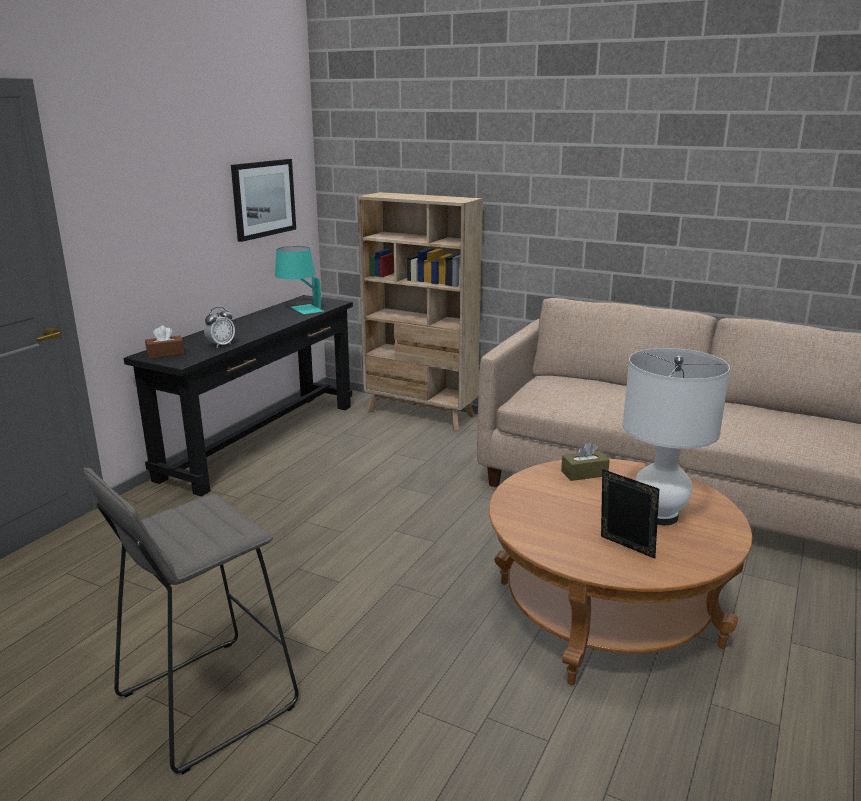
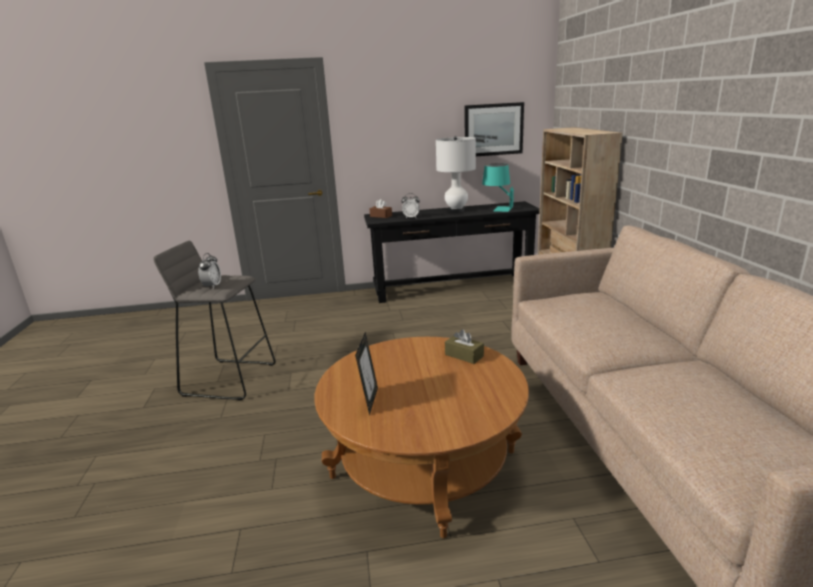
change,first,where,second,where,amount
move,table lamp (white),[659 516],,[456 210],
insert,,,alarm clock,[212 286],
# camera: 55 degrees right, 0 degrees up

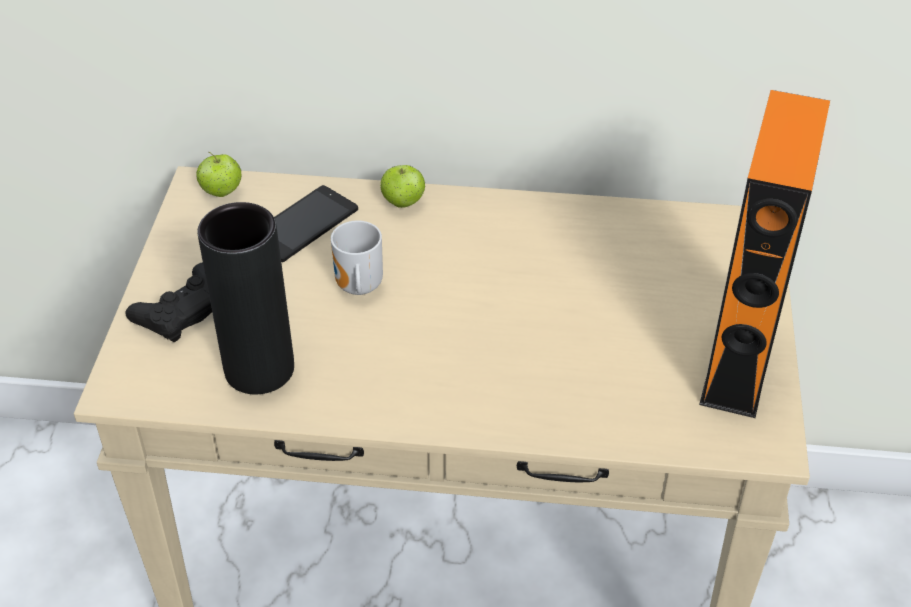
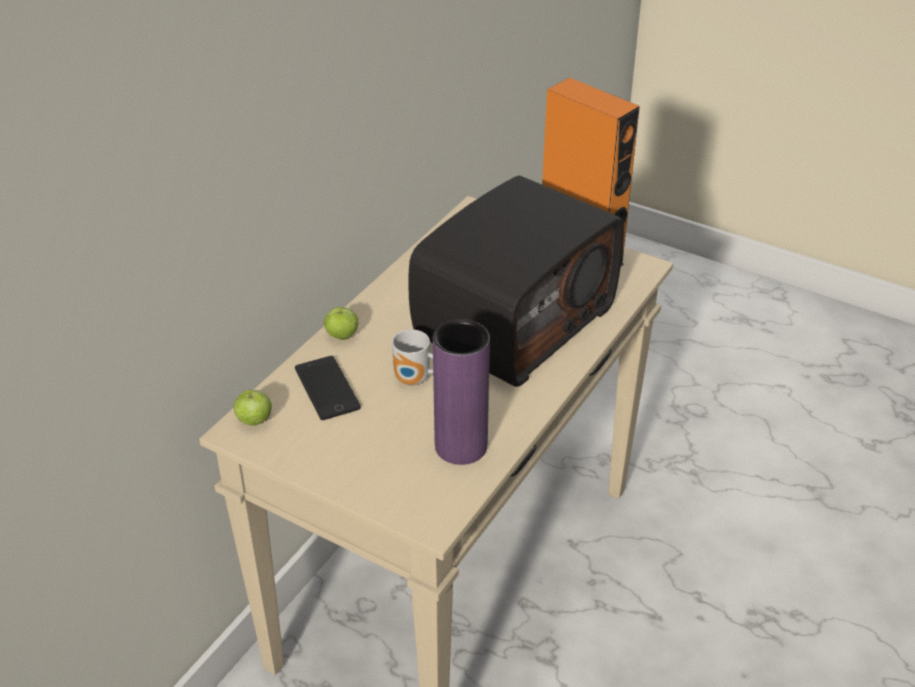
change,first,where,second,where,amount
delete,game controller (black),[185 309],,,
recolor,vase (black),[259 369],vase (purple),[461 446],
insert,,,radio,[513 320],
# camera: 65 degrees left, 5 degrees down

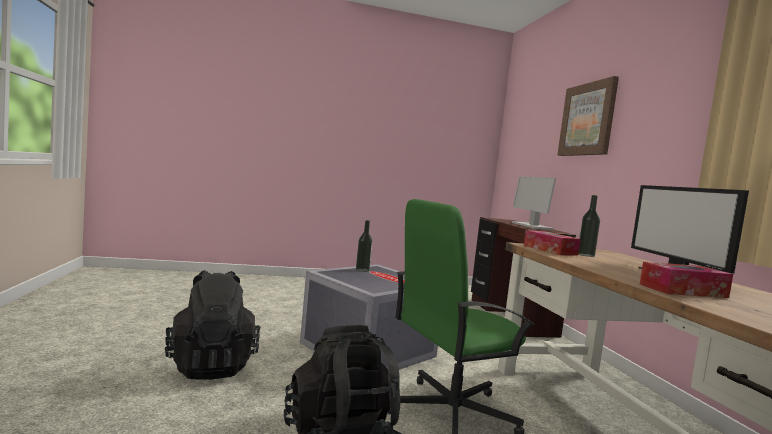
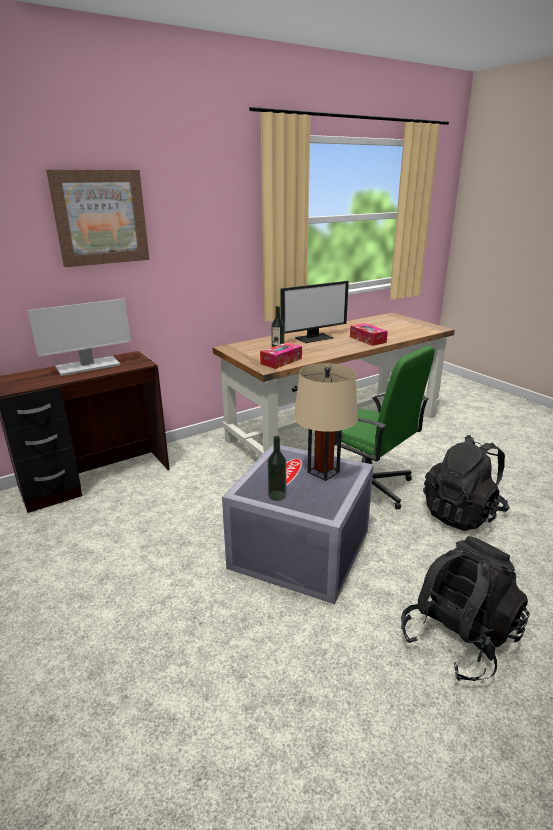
change,first,where,second,where,amount
insert,,,table lamp (beige),[323 472],
# camera: 110 degrees left, 20 degrees up

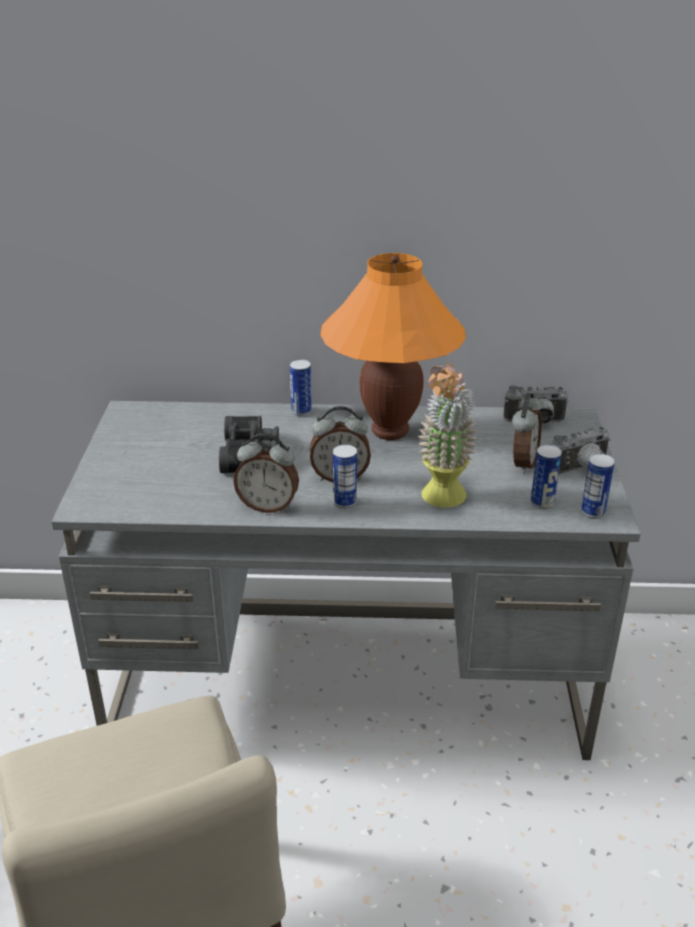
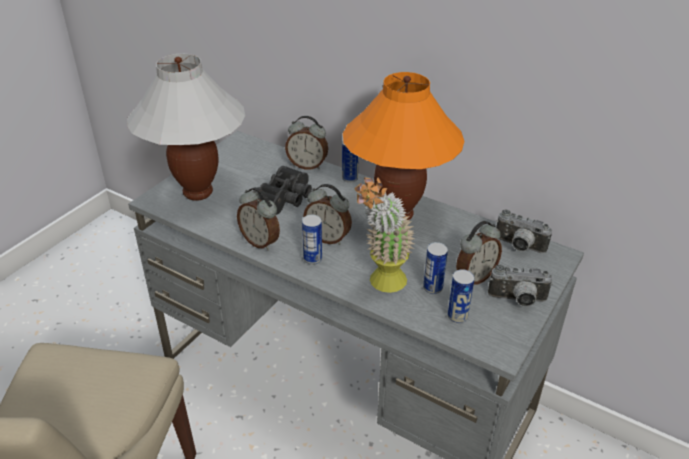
change,first,where,second,where,amount
move,can,[592 512],,[433 288],
insert,,,table lamp (white),[197 192],
insert,,,alarm clock,[307 165],
# camera: 30 degrees right, 5 degrees up

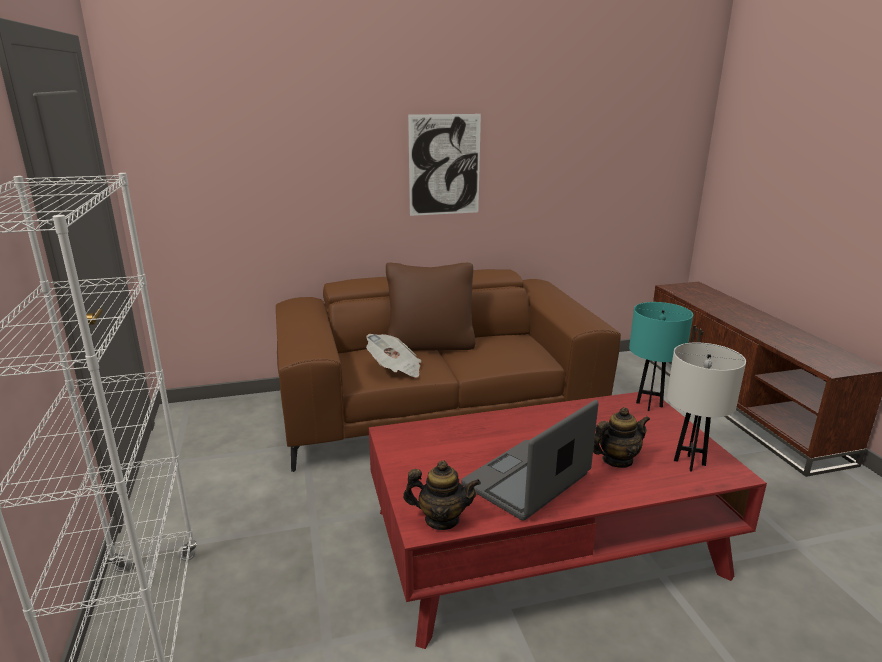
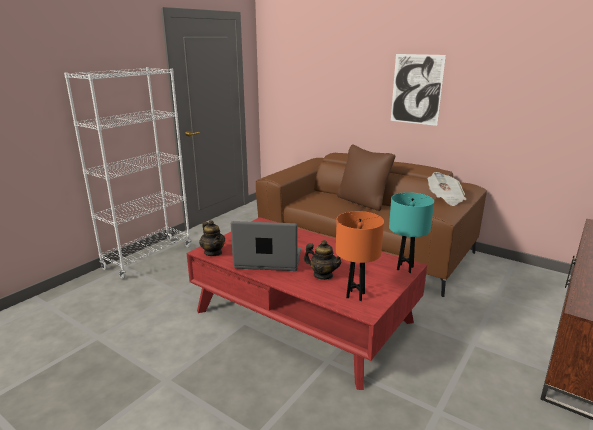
change,first,where,second,where,amount
move,newspaper,[395 369],,[445 199],
recolor,table lamp (white),[689 462],table lamp (orange),[355 295],
# camera: 50 degrees right, 0 degrees up

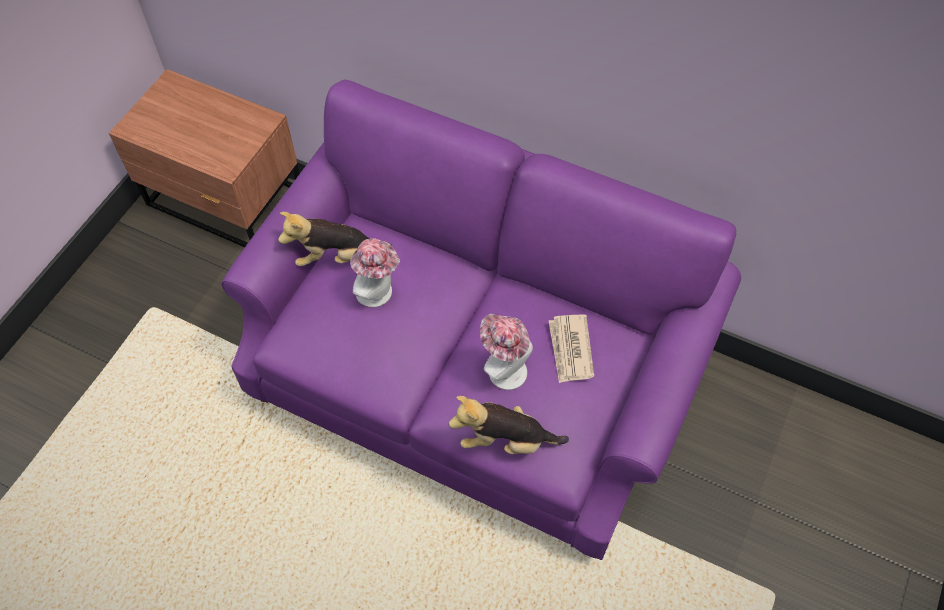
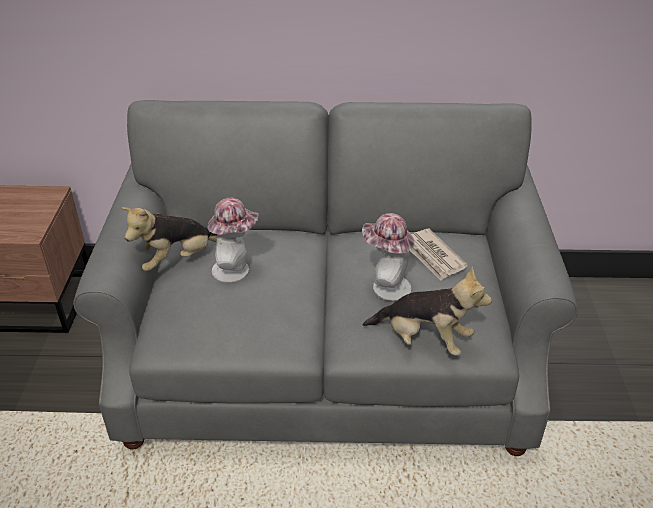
change,first,where,second,where,amount
recolor,sofa (purple),[474 375],sofa (grey),[328 357],
rotate,plush toy,[505 440],,[424 340],135 degrees counterclockwise
# camera: 25 degrees left, 20 degrees down

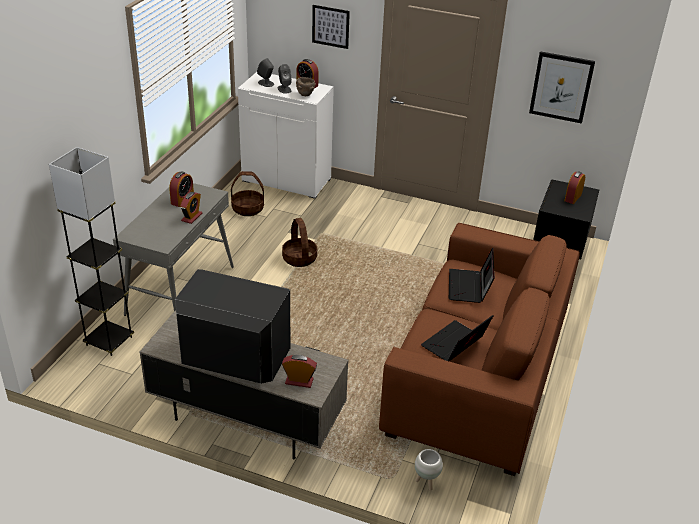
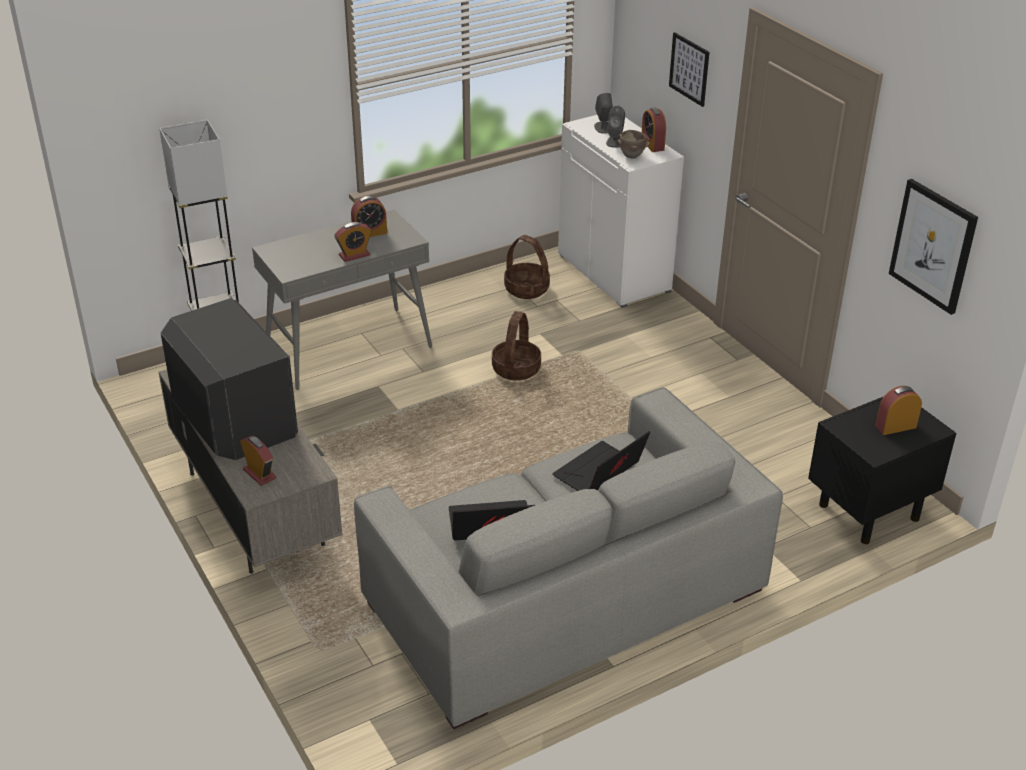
change,first,where,second,where,amount
recolor,sofa (brown),[478 372],sofa (grey),[563 596],
delete,planter (white),[426 482],,,
# camera: 40 degrees right, 0 degrees up

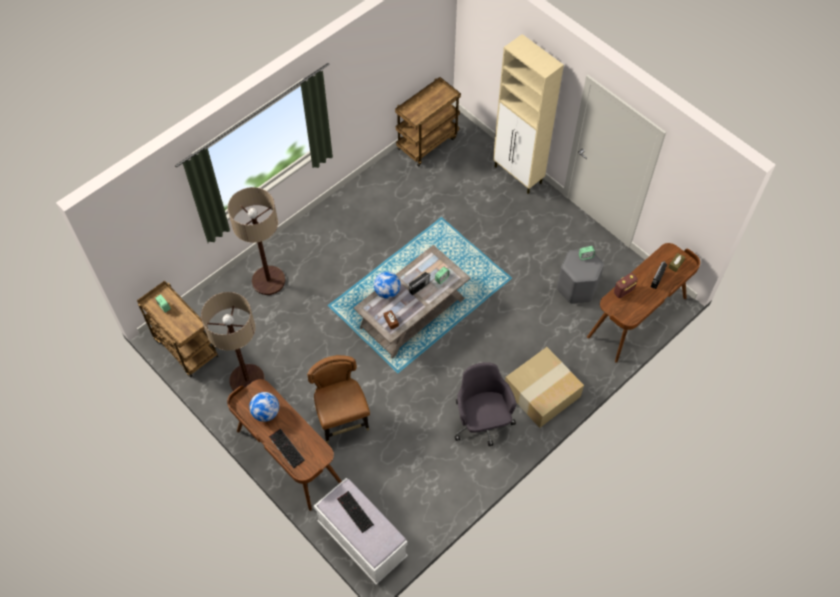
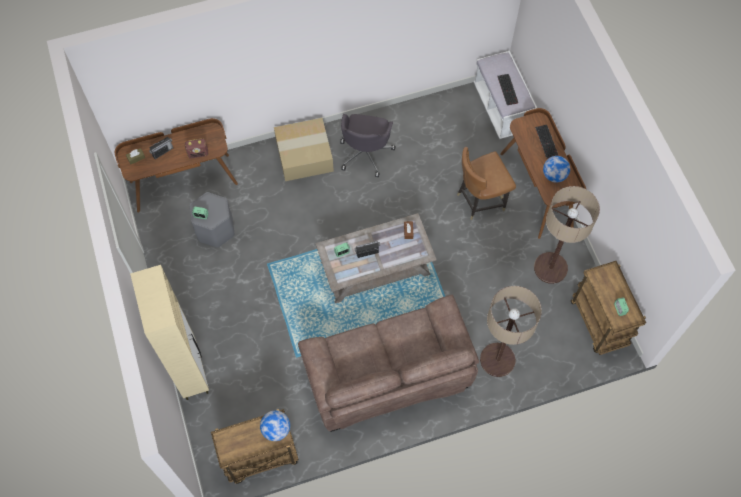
change,first,where,second,where,amount
rotate,chair (brown),[342 420],,[480 200],60 degrees clockwise
move,globe,[387 292],,[276 429],
insert,,,sofa (brown),[388 375],
# camera: 155 degrees left, 5 degrees up

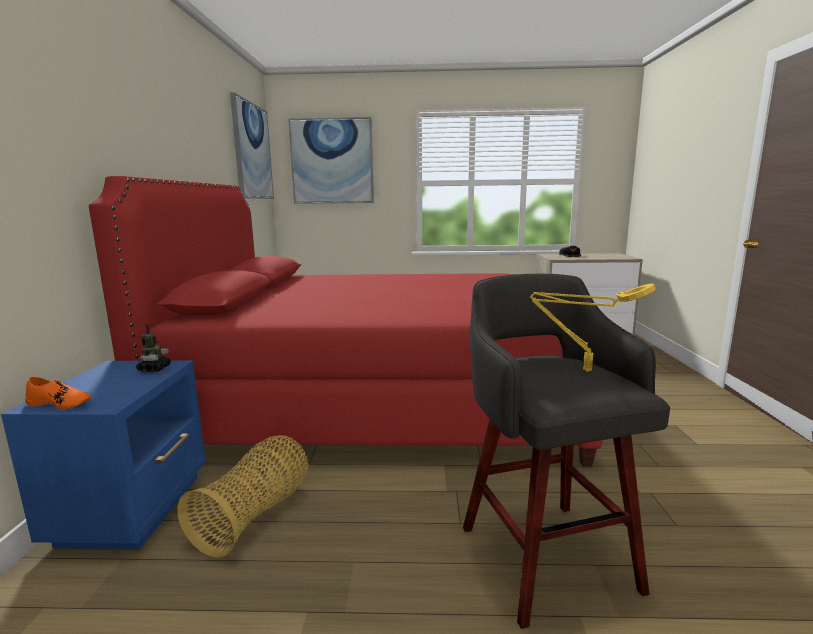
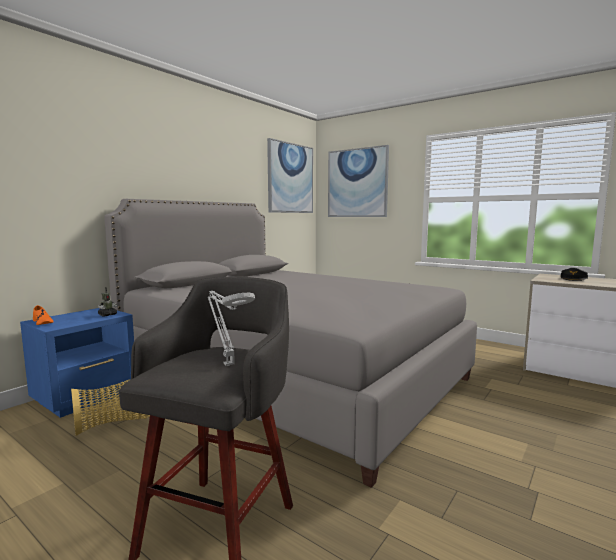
change,first,where,second,where,amount
recolor,bed (red),[377 399],bed (grey),[293 377],
recolor,table lamp (yellow),[583 369],table lamp (grey),[228 364],
# camera: 35 degrees right, 5 degrees down

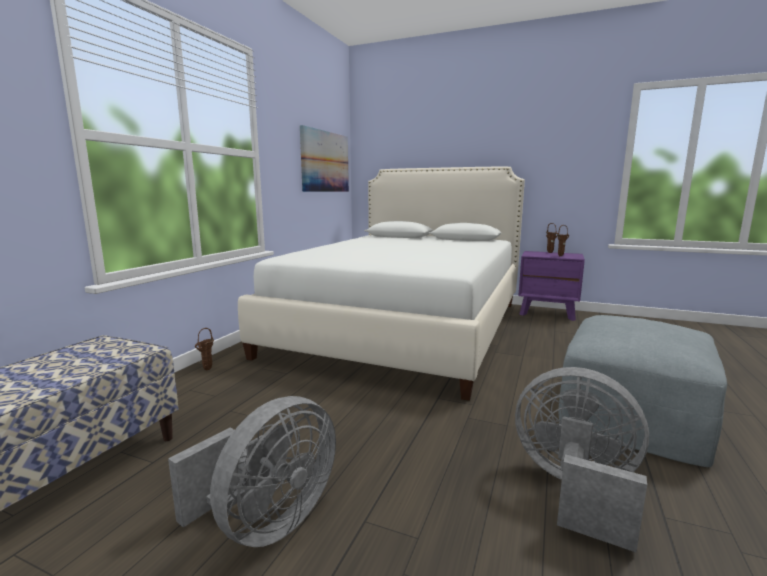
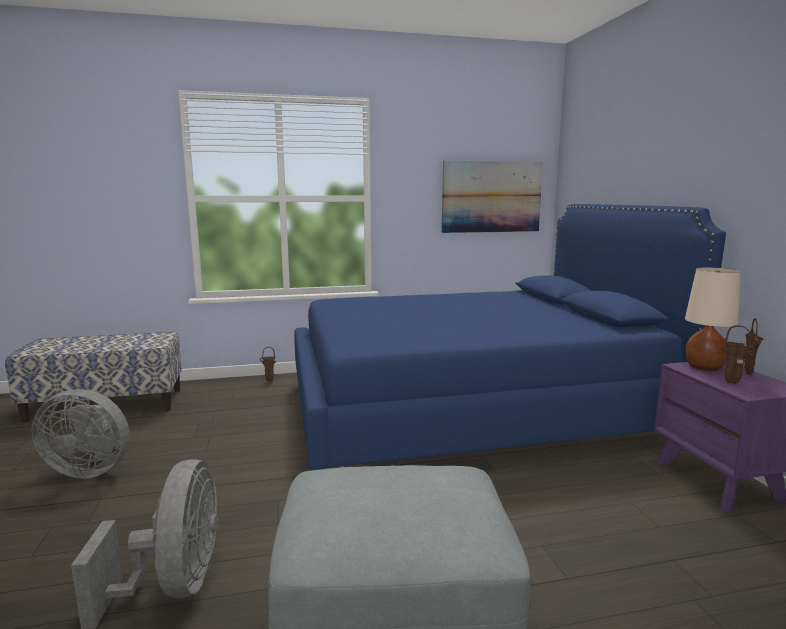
change,first,where,second,where,amount
recolor,bed (white),[405 327],bed (blue),[469 411],
insert,,,table lamp (beige),[704 367],
# camera: 55 degrees right, 0 degrees up

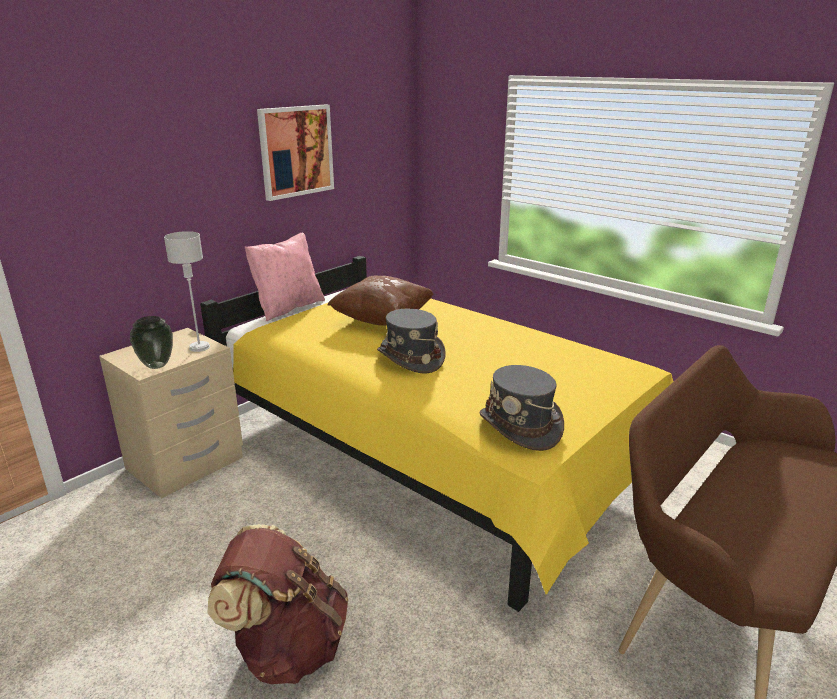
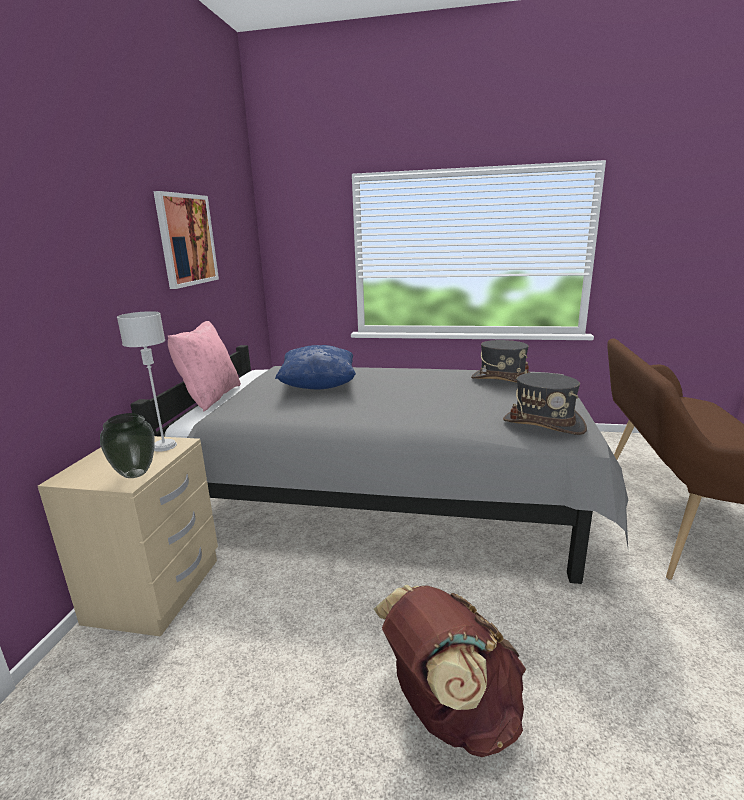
change,first,where,second,where,amount
recolor,bed (yellow),[431 456],bed (grey),[390 499],
recolor,pillow (brown),[382 319],pillow (blue),[319 386],
move,hat (grey),[410 358],,[502 380],
# camera: 30 degrees left, 5 degrees down

